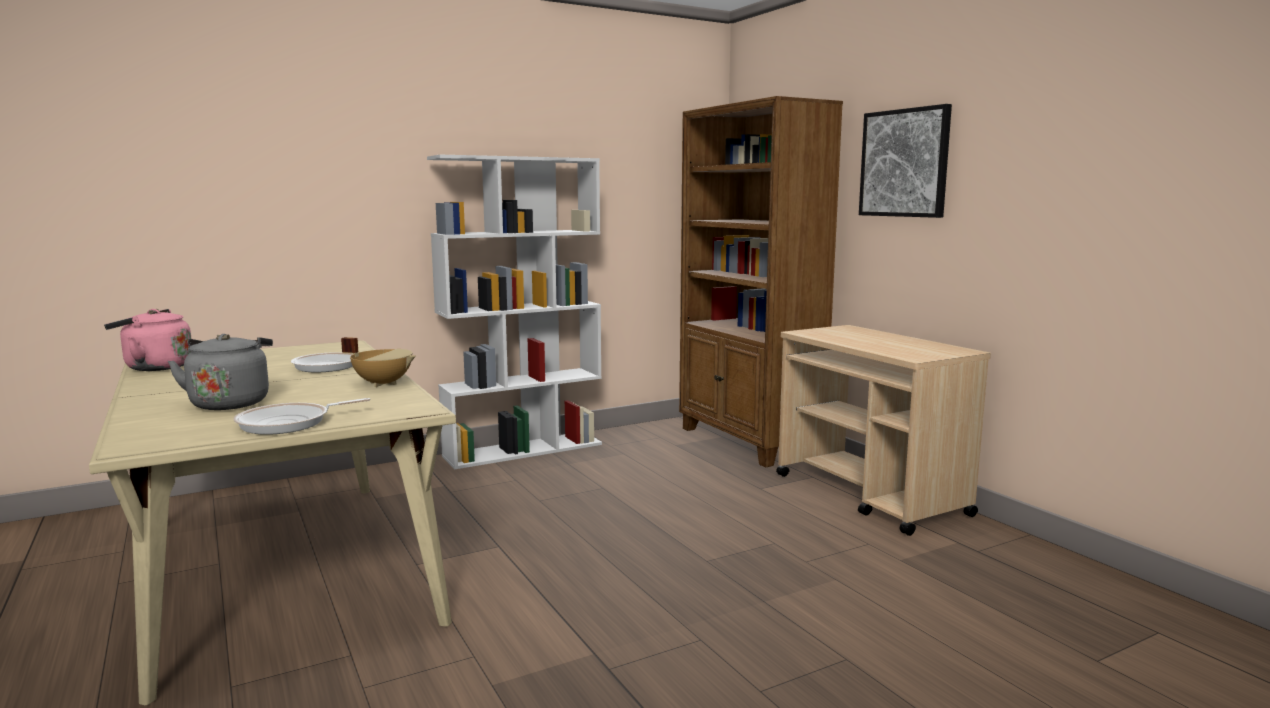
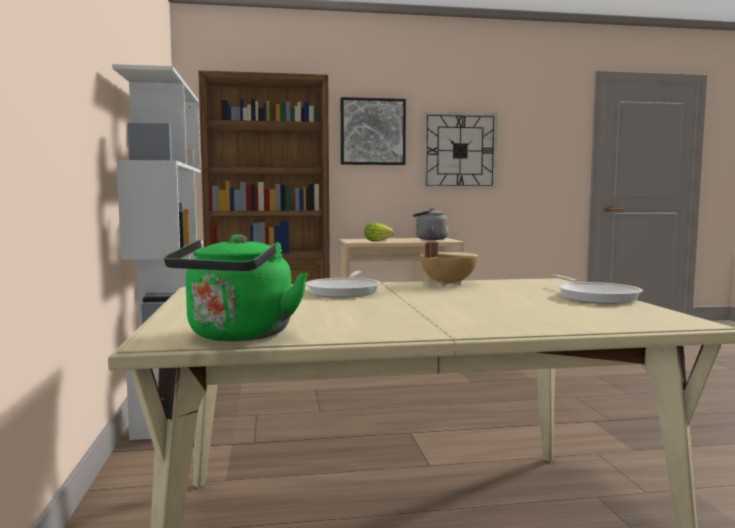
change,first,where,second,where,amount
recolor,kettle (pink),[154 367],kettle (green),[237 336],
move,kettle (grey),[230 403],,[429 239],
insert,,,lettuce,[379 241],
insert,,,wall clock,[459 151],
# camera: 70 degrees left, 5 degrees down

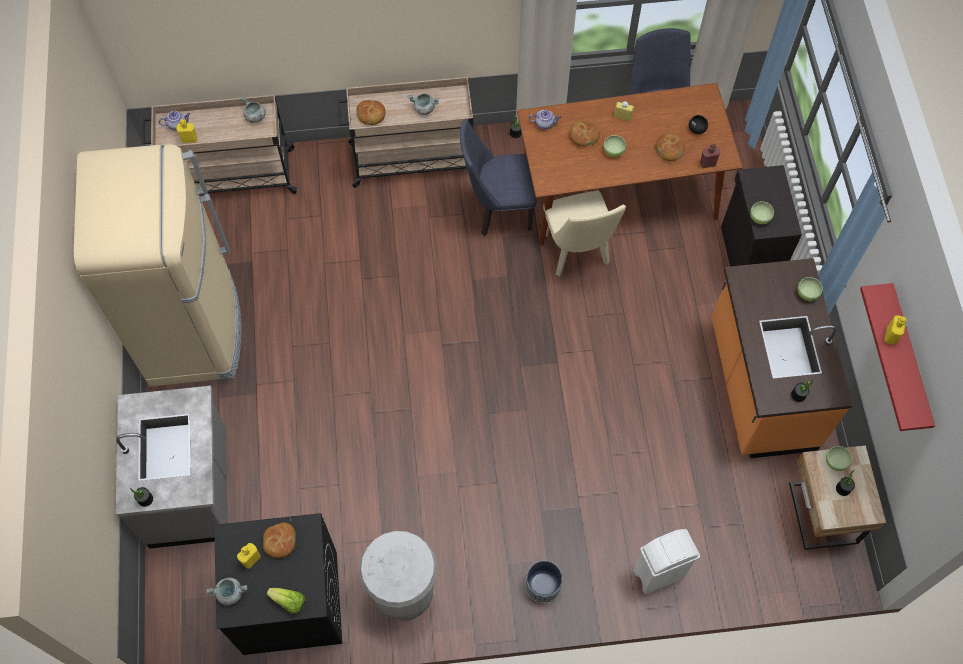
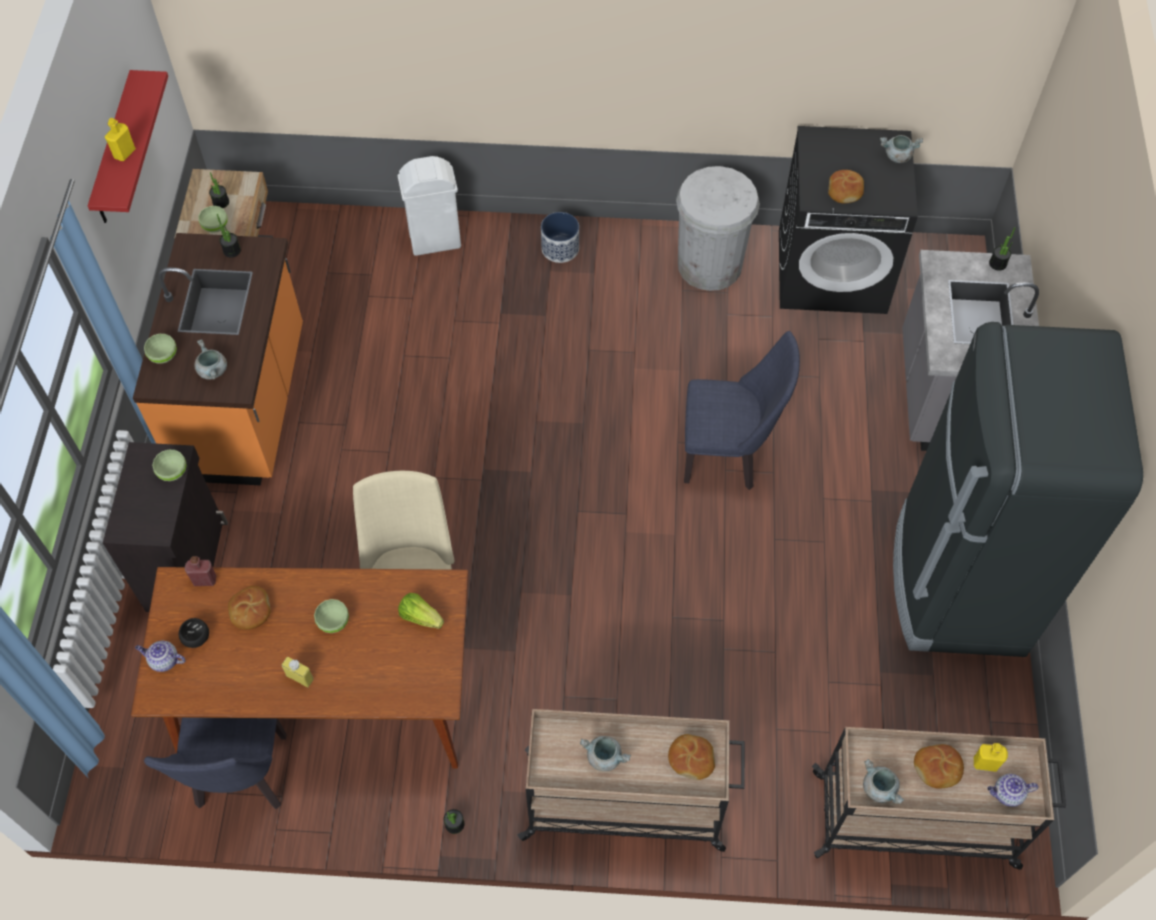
change,first,where,second,where,amount
recolor,fridge (beige),[194 330],fridge (black),[957 583],
delete,bottle (yellow),[251 559],,,
move,lettuce,[289 602],,[420 616],
move,chair (blue),[497 211],,[727 455],
move,teapot,[545 123],,[163 661],
move,bread,[583 136],,[937 769],
insert,,,cooking pot (grey),[213 371],
# camera: 170 degrees left, 5 degrees down

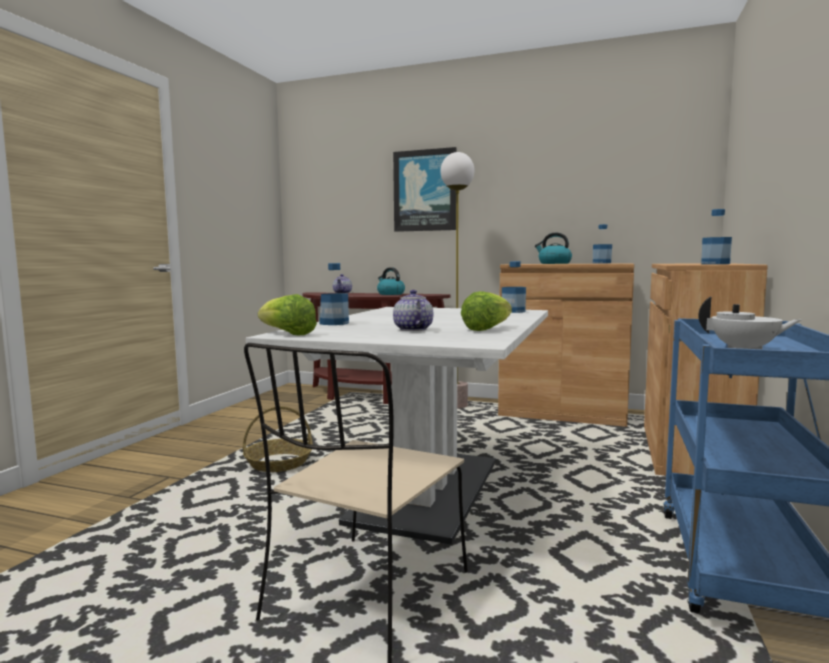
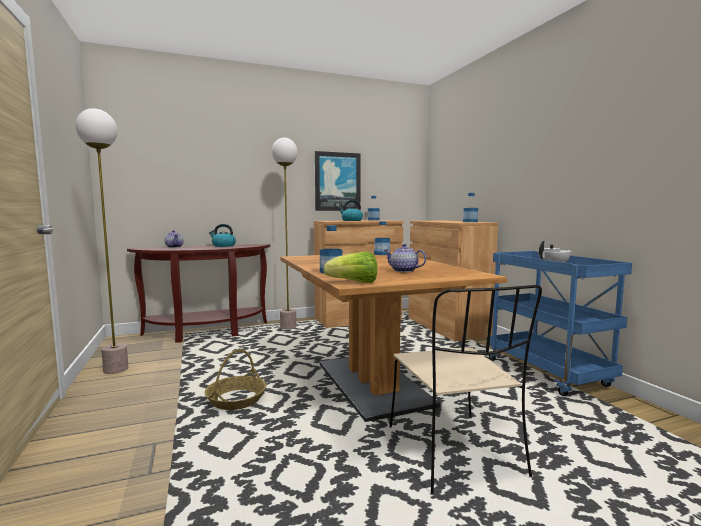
change,first,where,second,where,amount
recolor,dining table (white),[427 491],dining table (brown),[372 384],
move,picture,[425 190],,[337 182],
delete,lettuce,[487 329],,,
insert,,,floor lamp,[116 369],
# camera: 40 degrees left, 0 degrees up

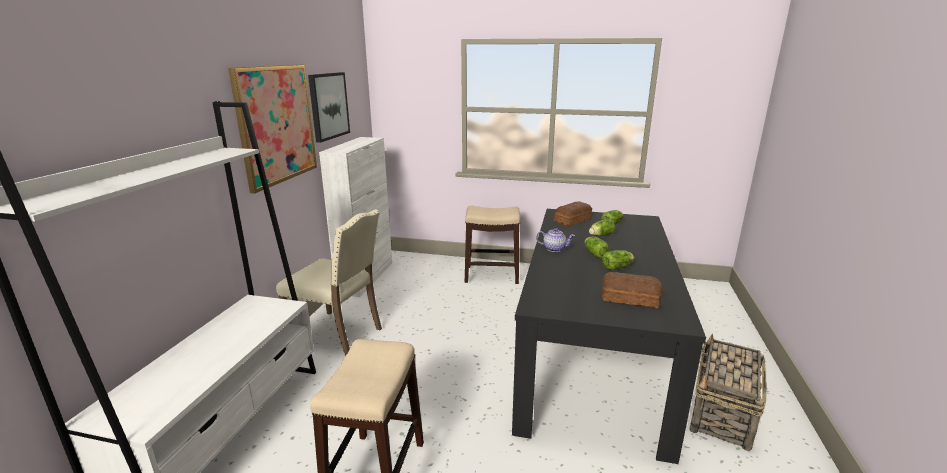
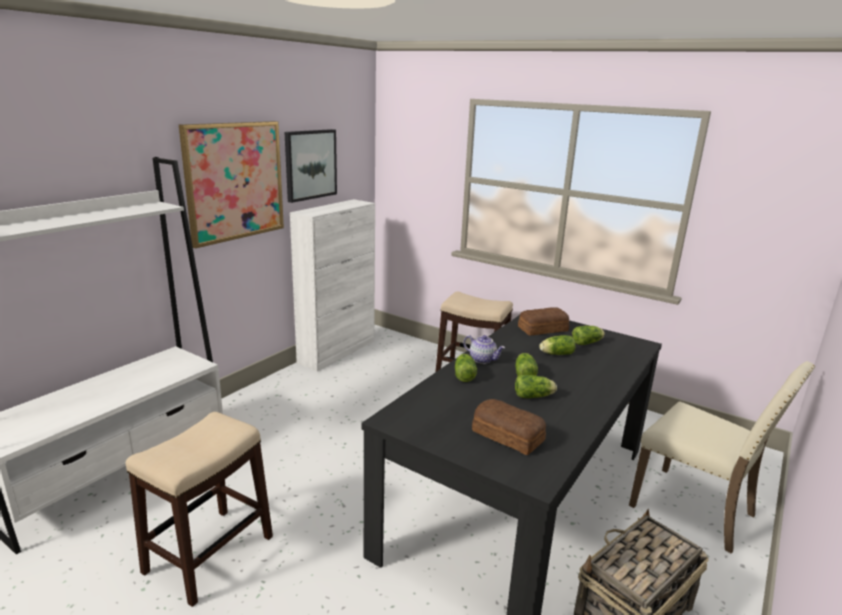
change,first,where,second,where,amount
move,chair (beige),[338 335],,[696 510],
insert,,,lettuce,[464 375],
# camera: 20 degrees right, 0 degrees up

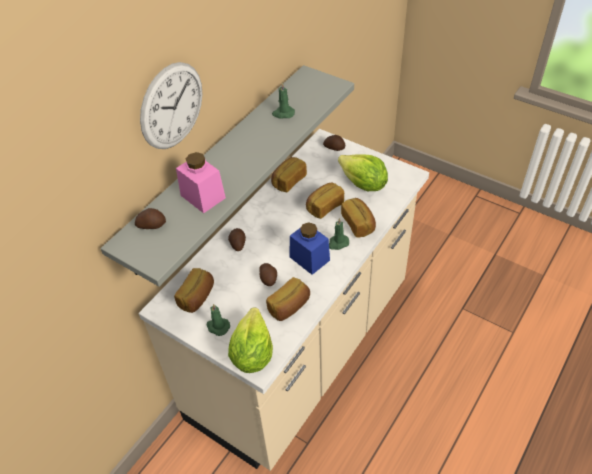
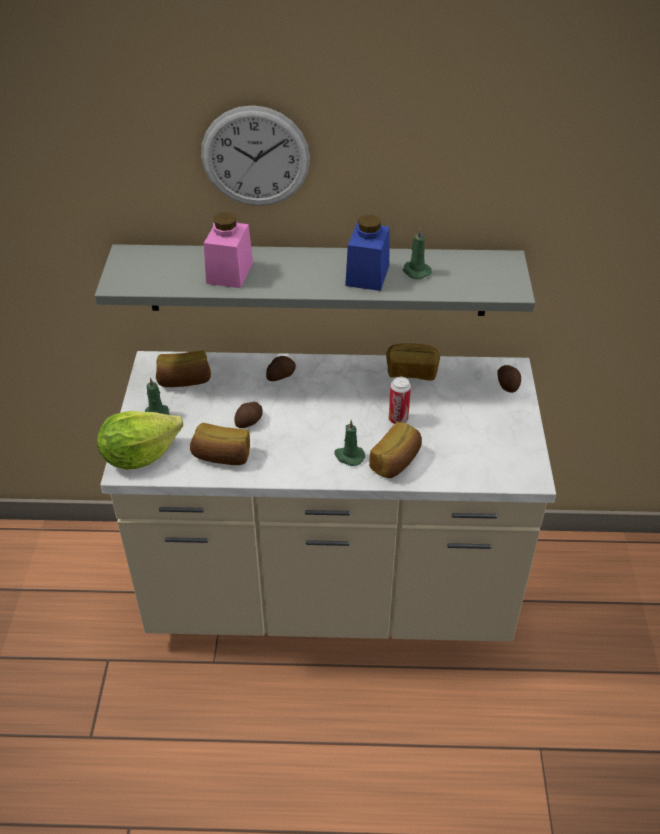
change,first,where,second,where,amount
delete,potato,[151 225],,,
move,jar (blue),[309 258],,[367 275],
replace,bread,[324 206],can,[398 419],
delete,lettuce,[363 184],,,
# camera: 55 degrees right, 5 degrees down

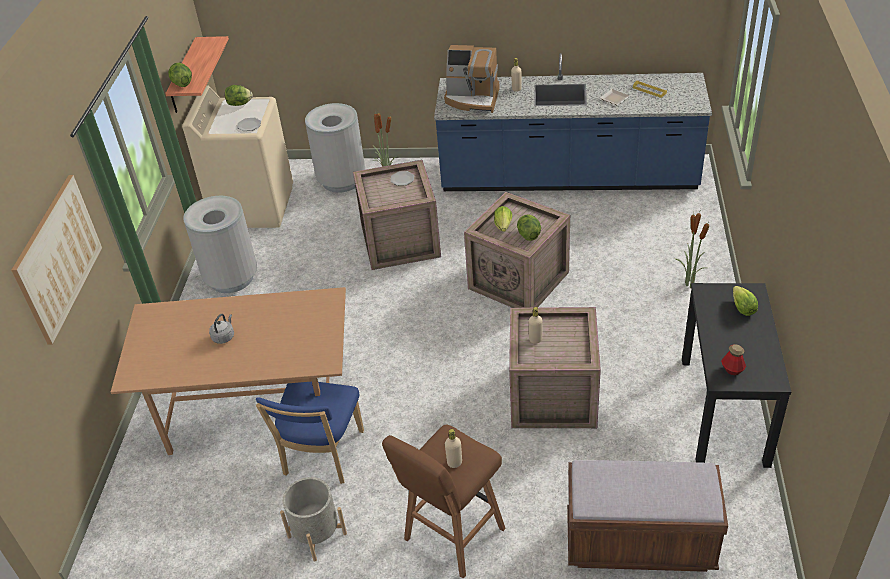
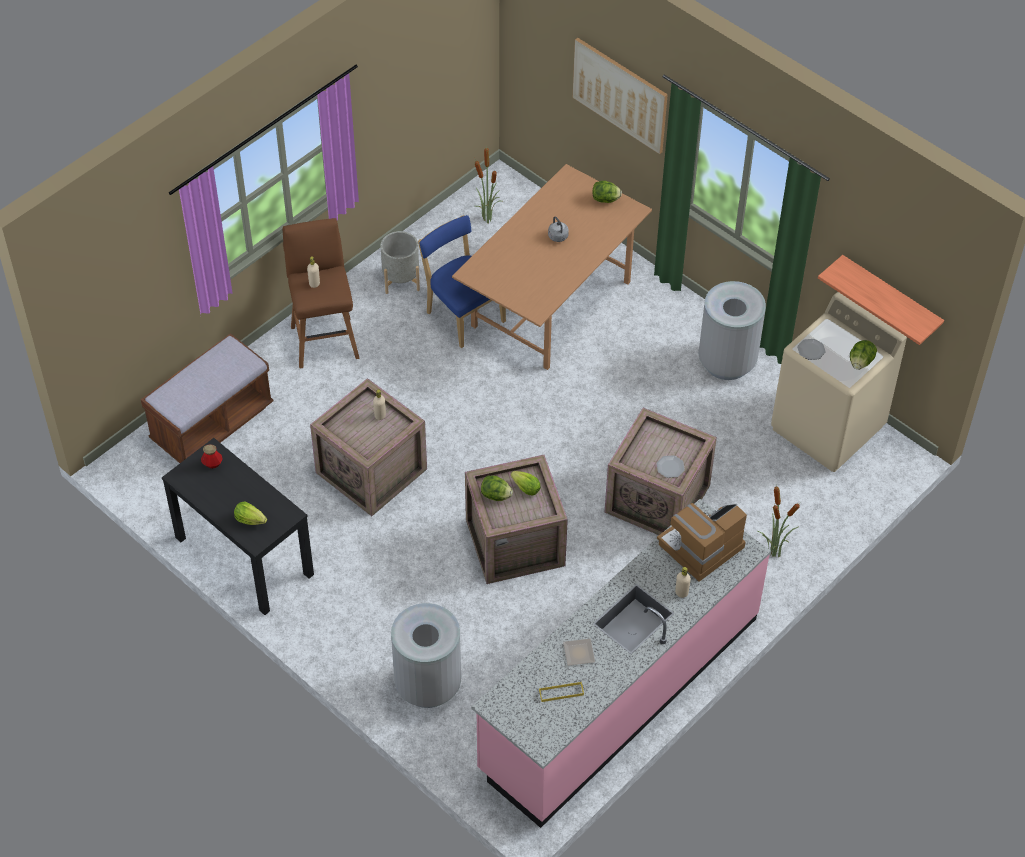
change,first,where,second,where,amount
move,lettuce,[182 84],,[605 199],
move,trash can (grey),[341 180],,[428 685],
recolor,counter (blue),[568 177],counter (pink),[619 693],
move,potted plant,[688 284],,[487 218],
# camera: 125 degrees right, 10 degrees up

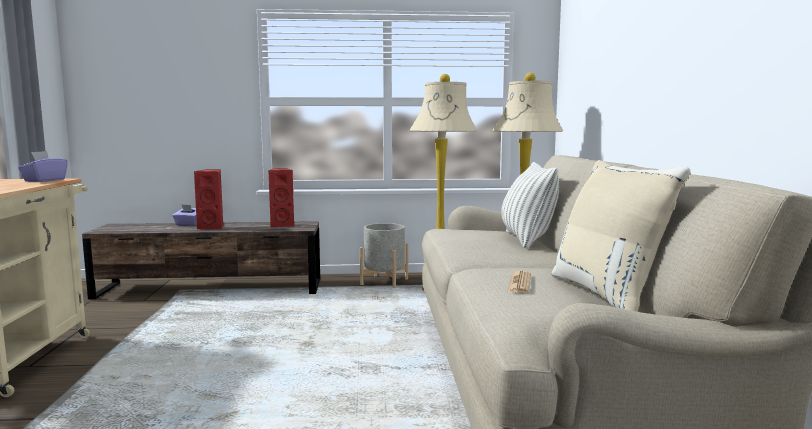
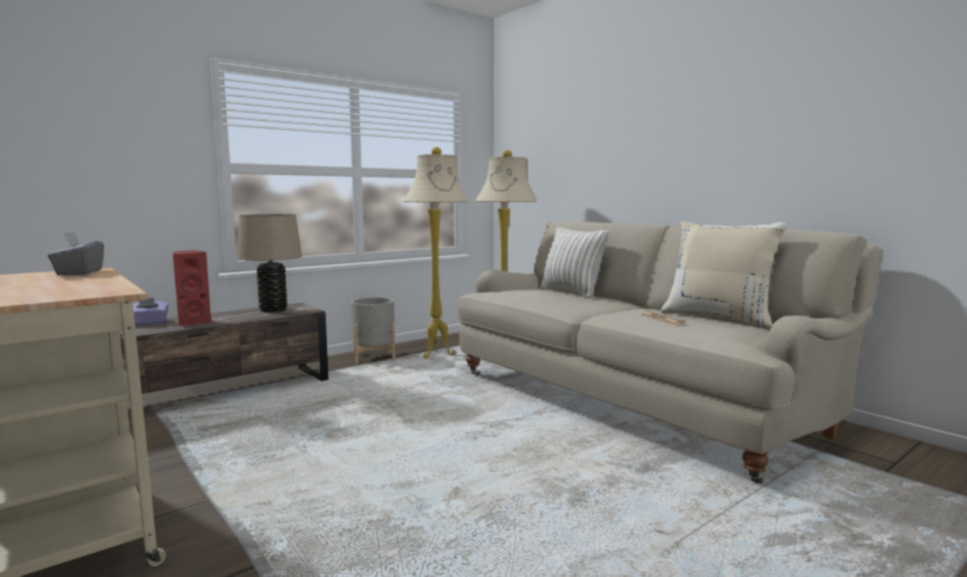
change,first,where,second,where,amount
recolor,tissue box (purple),[44 180],tissue box (grey),[79 273],
replace,speaker (red),[282 225],table lamp (beige),[273 310],
# camera: 35 degrees left, 0 degrees up

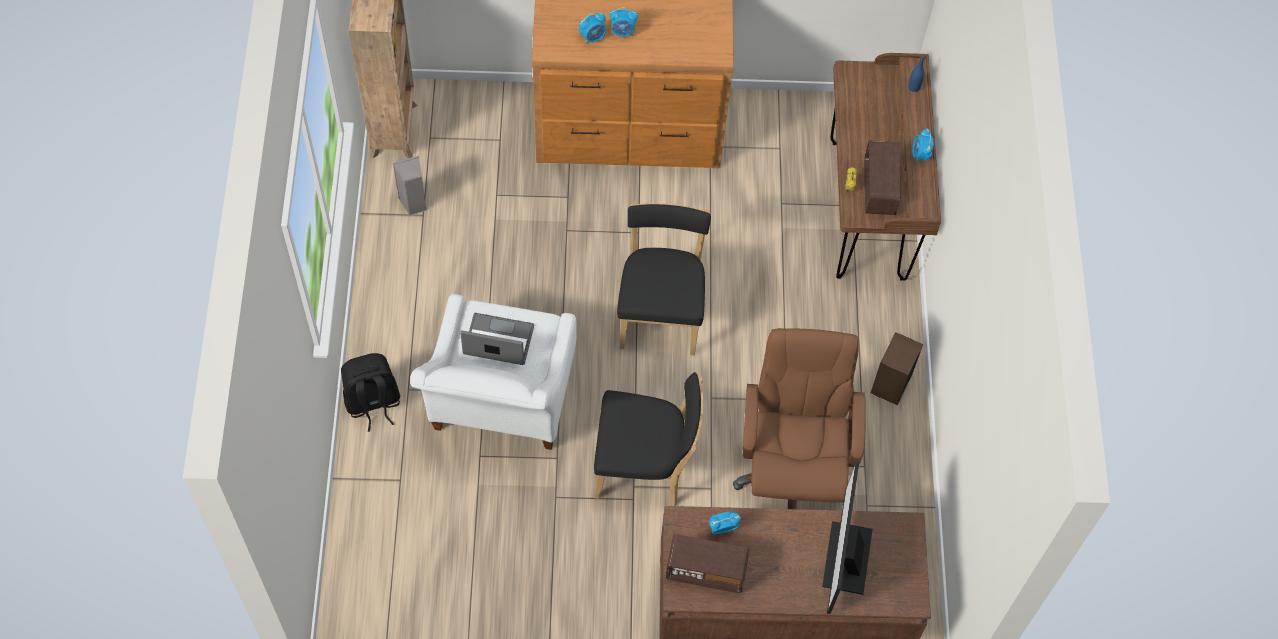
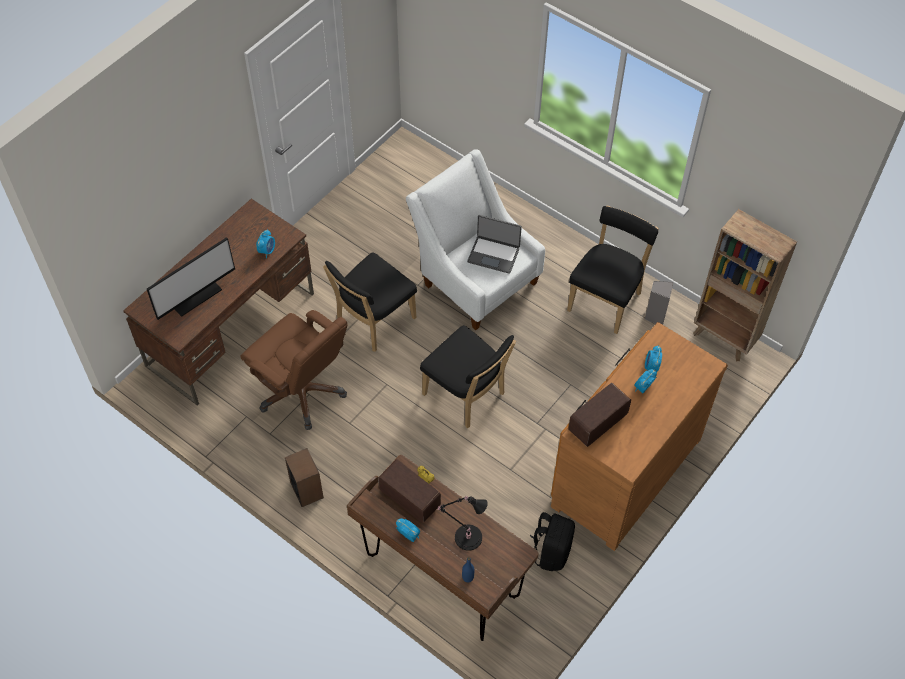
change,first,where,second,where,amount
move,backpack (black),[372 403],,[550 552],
rotate,laptop,[498 342],,[494 254],60 degrees clockwise
move,radio,[706 571],,[598 423],
rotate,monitor,[845 557],,[194 295],90 degrees clockwise
insert,,,table lamp (black),[466 537],
insert,,,chair (black),[606 300],
# camera: 130 degrees right, 5 degrees down

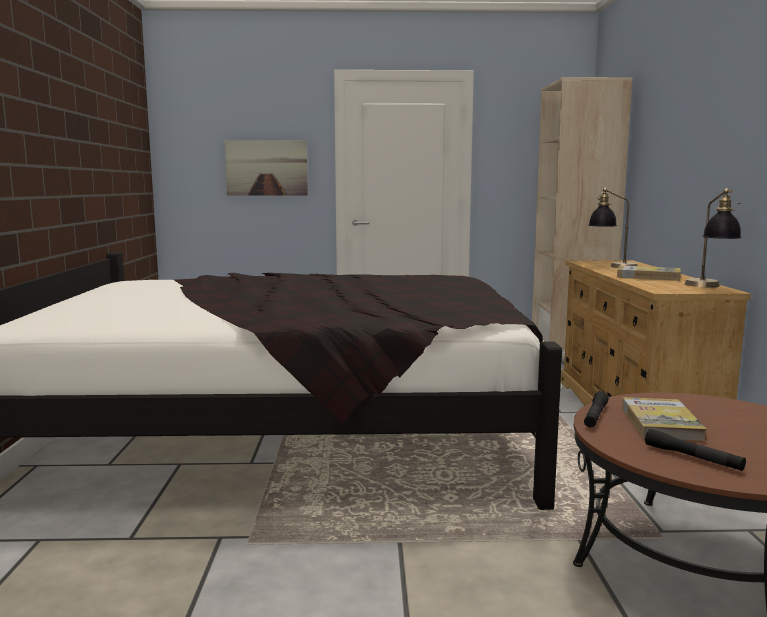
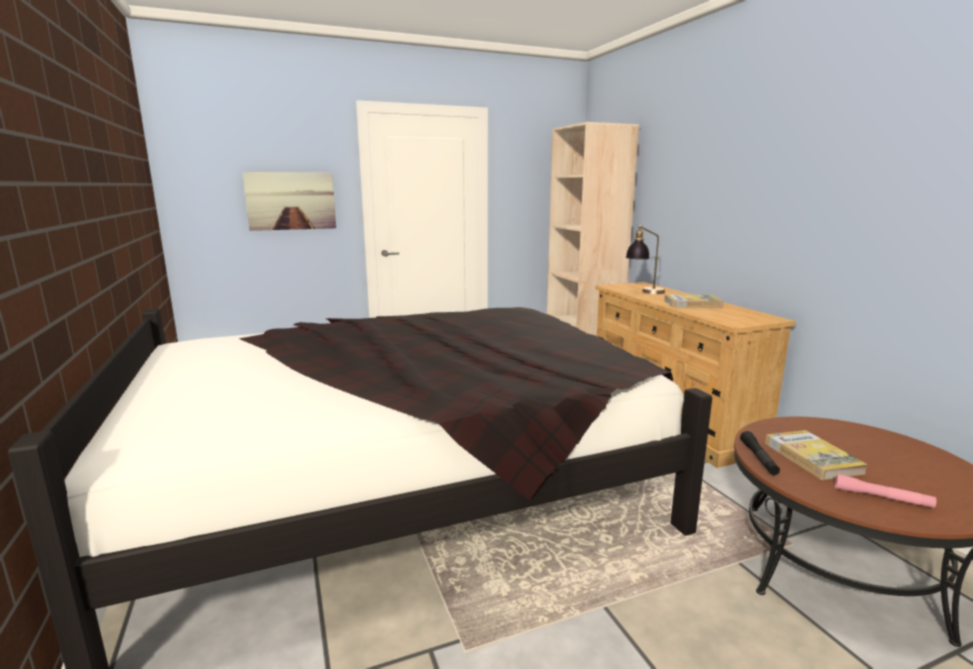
change,first,where,second,where,amount
recolor,flashlight (black),[692 458],flashlight (pink),[882 498],
delete,table lamp,[709 287],,,
# camera: 20 degrees left, 5 degrees up

